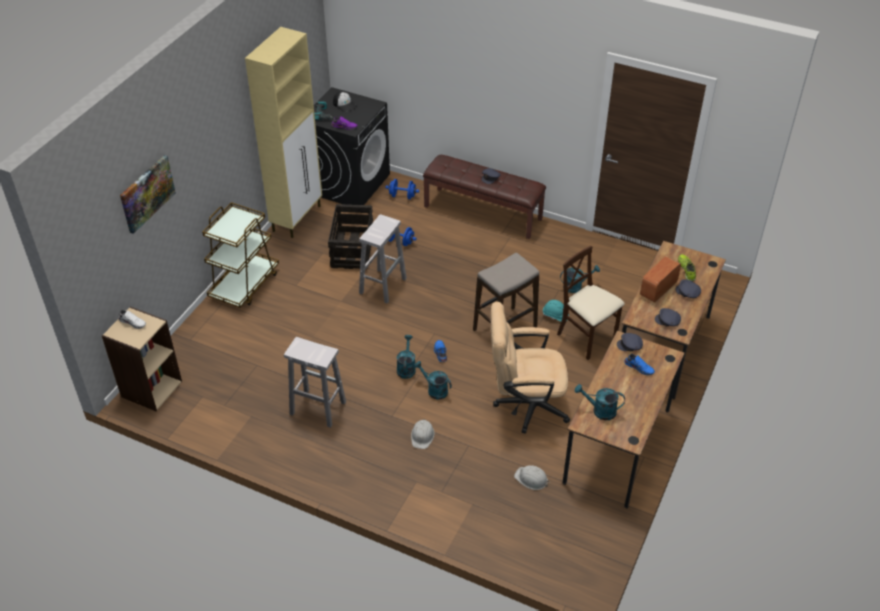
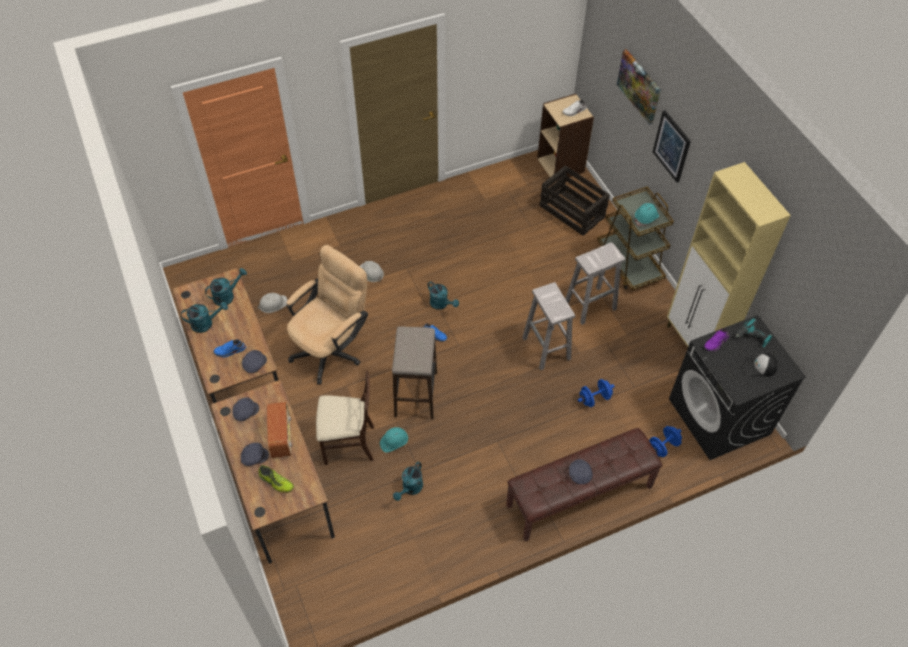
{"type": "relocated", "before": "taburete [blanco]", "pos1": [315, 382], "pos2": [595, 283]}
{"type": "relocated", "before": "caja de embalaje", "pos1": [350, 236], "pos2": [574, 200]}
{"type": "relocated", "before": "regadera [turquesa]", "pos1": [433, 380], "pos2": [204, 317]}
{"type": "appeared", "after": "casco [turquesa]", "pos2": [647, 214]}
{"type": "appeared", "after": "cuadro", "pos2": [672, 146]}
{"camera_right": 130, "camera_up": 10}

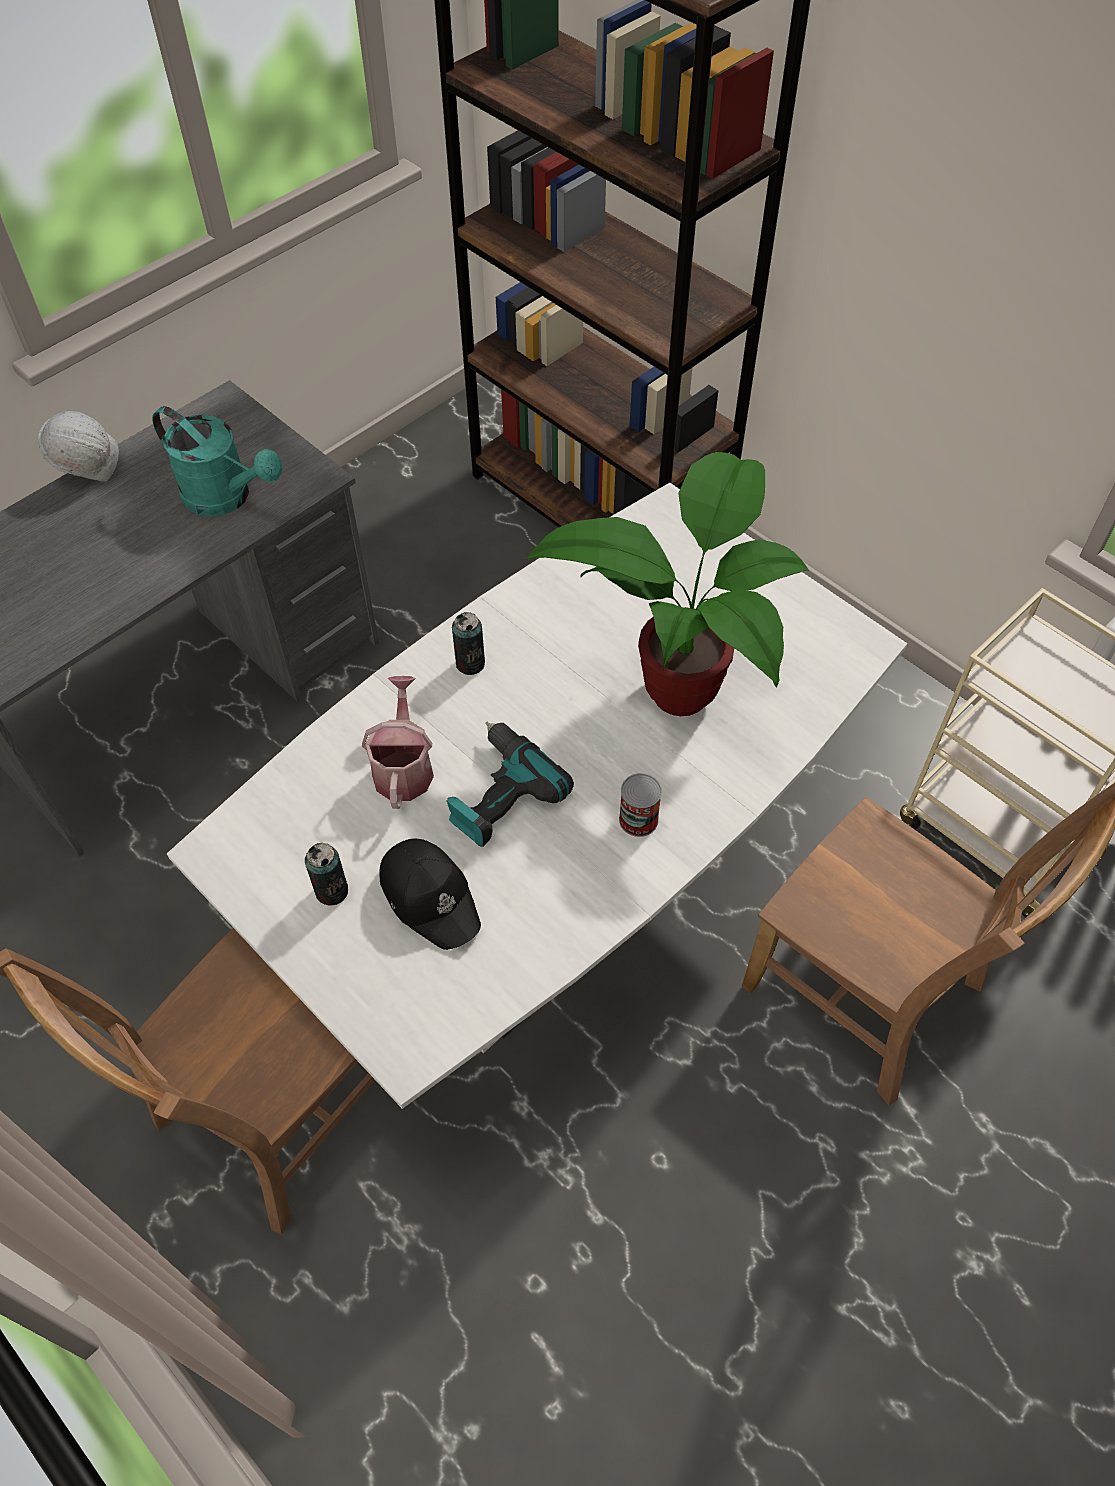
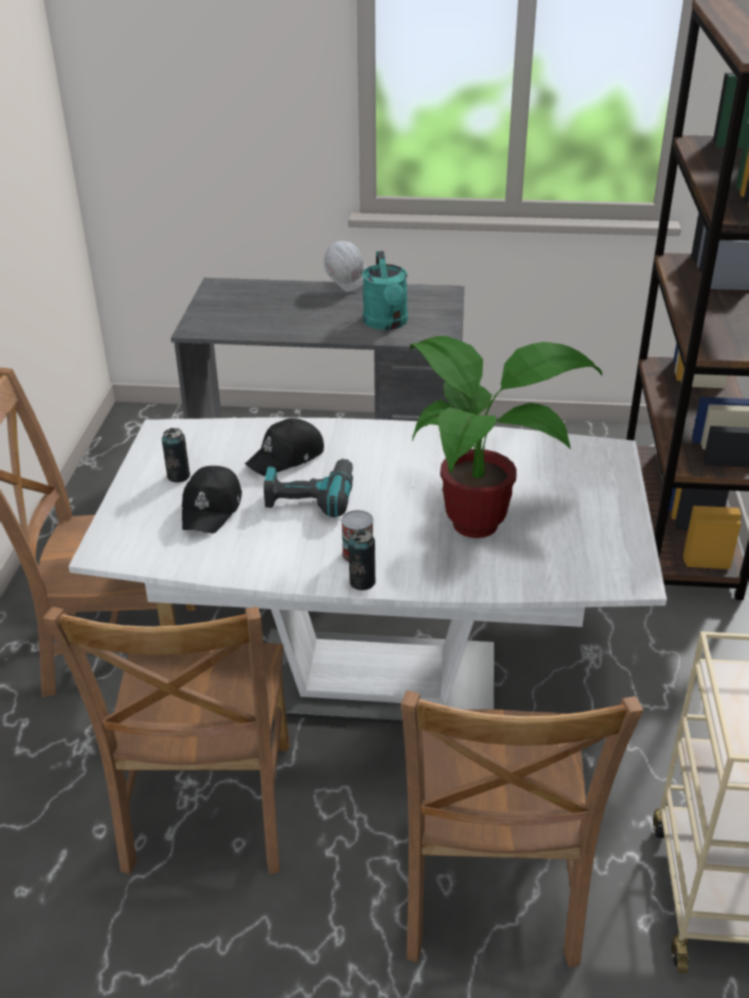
{"type": "exchanged", "before": "regadera", "after": "gorra [negro]", "pos1": [398, 742], "pos2": [284, 447]}
{"type": "relocated", "before": "lata", "pos1": [468, 643], "pos2": [362, 559]}
{"type": "appeared", "after": "silla [marrón]", "pos2": [166, 740]}
{"camera_right": 50, "camera_up": -20}

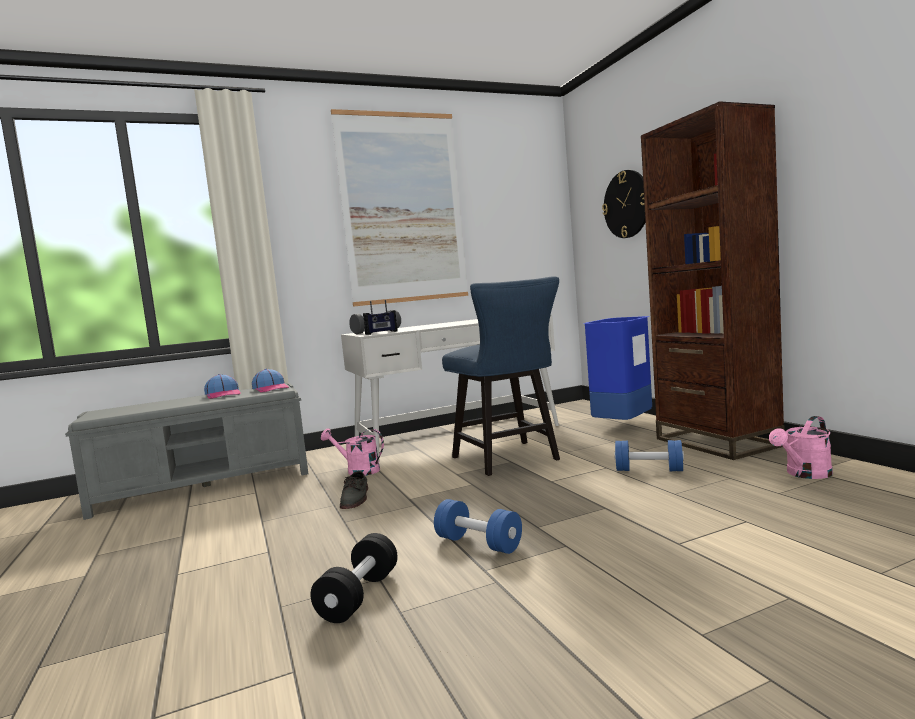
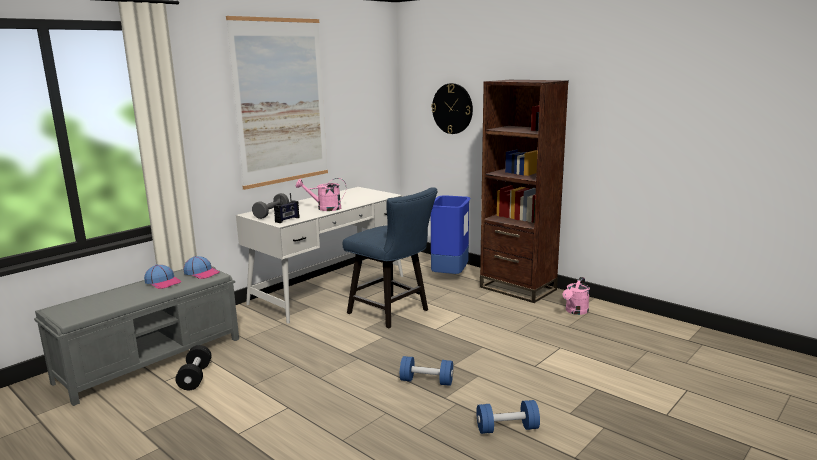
{"type": "relocated", "before": "mancuerna [negro]", "pos1": [354, 578], "pos2": [193, 367]}
{"type": "relocated", "before": "regadera [rosa]", "pos1": [352, 452], "pos2": [321, 194]}
{"type": "missing", "before": "zapato [gris]", "pos1": [354, 490]}
{"type": "relocated", "before": "mancuerna [azul]", "pos1": [649, 455], "pos2": [508, 417]}
{"camera_right": -25, "camera_up": 10}

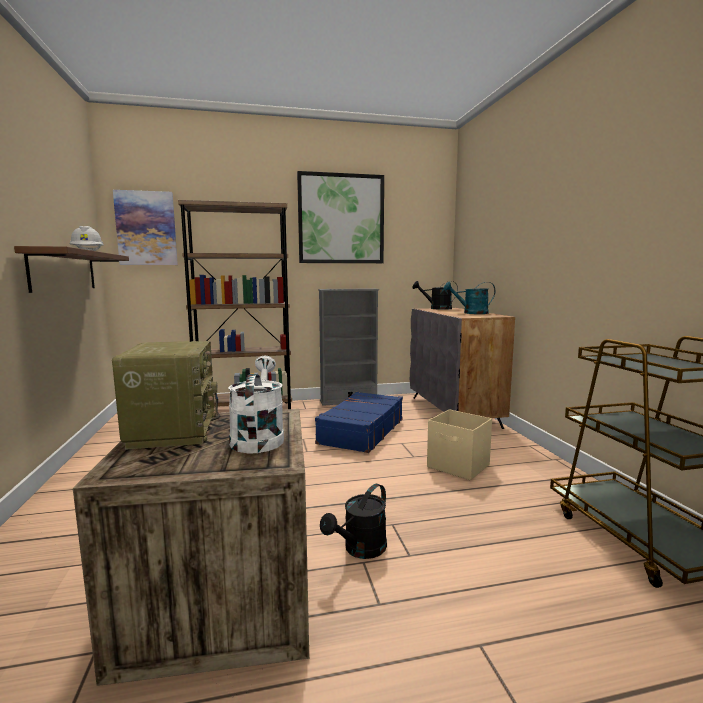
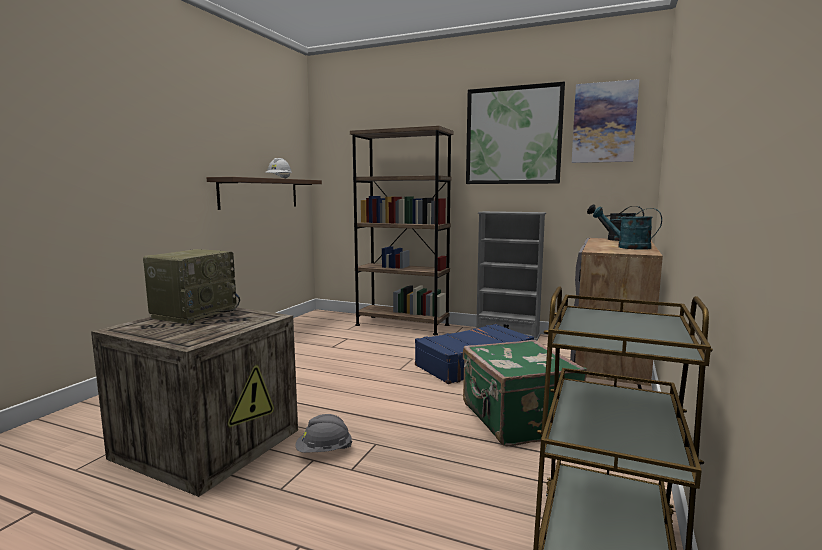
{"type": "relocated", "before": "cuadro", "pos1": [145, 227], "pos2": [605, 121]}
{"type": "missing", "before": "regadera [blanco]", "pos1": [256, 404]}
{"type": "exchanged", "before": "regadera [negro]", "after": "casco [gris]", "pos1": [353, 521], "pos2": [324, 433]}
{"type": "exchanged", "before": "caja de almacenaje [beis]", "after": "maleta [verde]", "pos1": [459, 444], "pos2": [525, 393]}
{"camera_right": 35, "camera_up": 0}

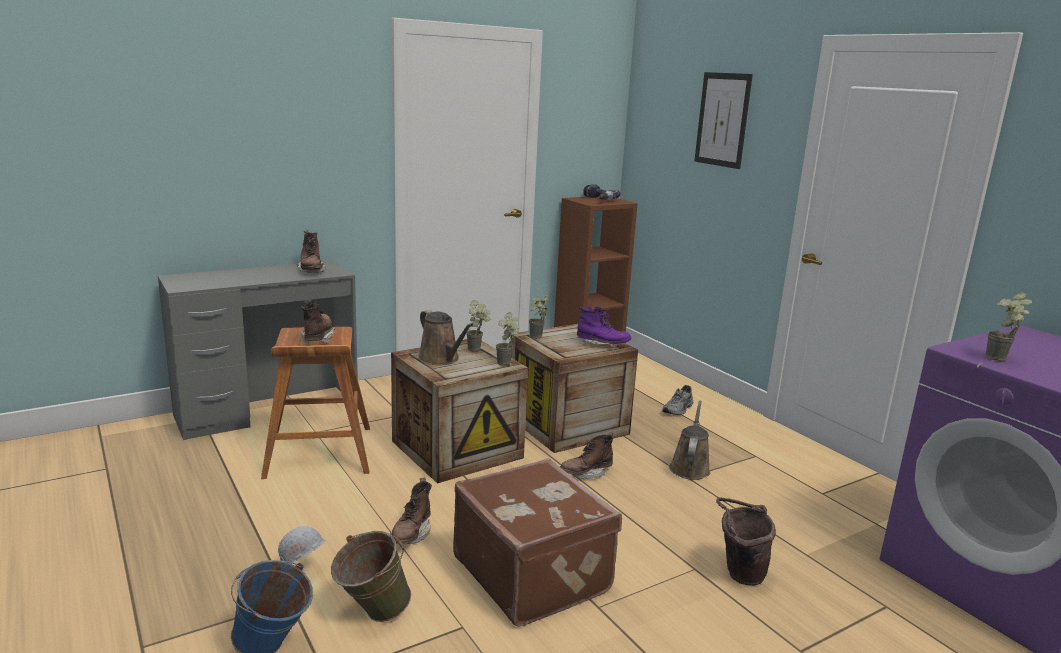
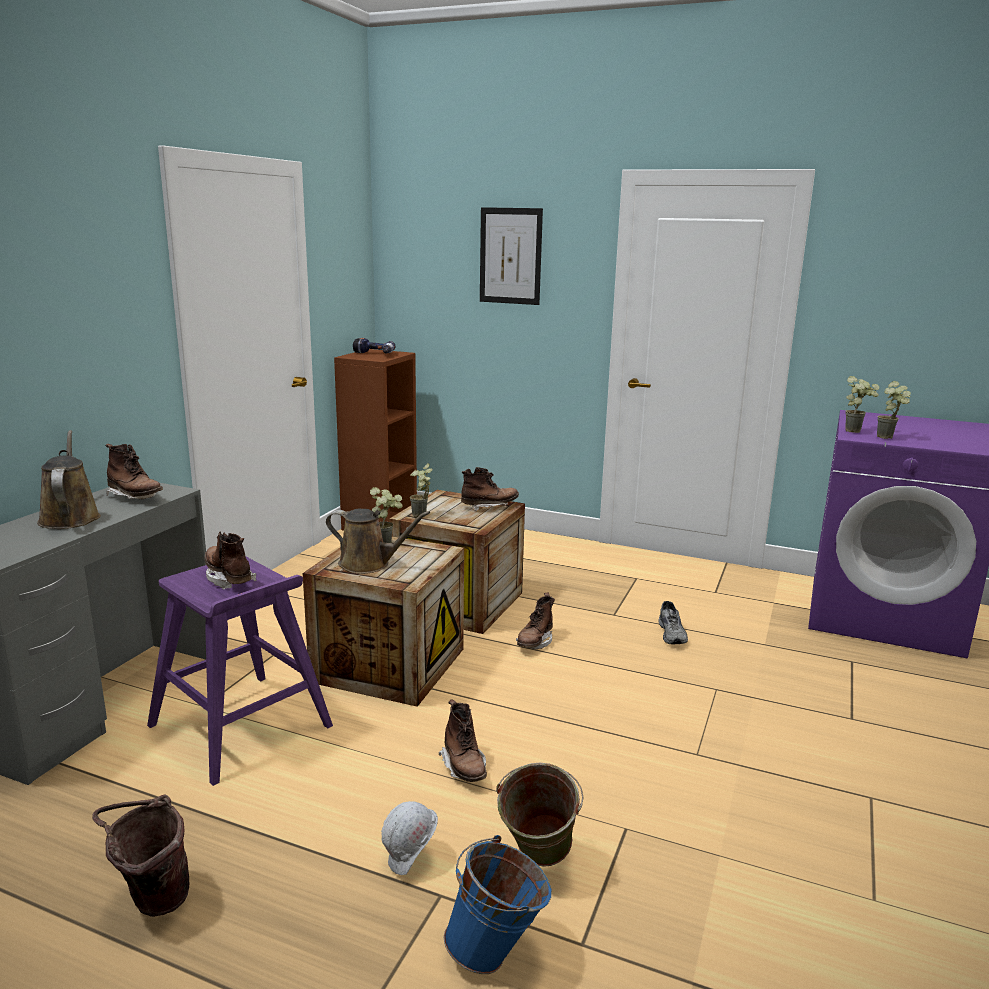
{"type": "colour", "before": "taburete [marrón]", "after": "taburete [morado]", "pos1": [315, 403], "pos2": [240, 671]}
{"type": "missing", "before": "maleta [marrón]", "pos1": [537, 542]}
{"type": "relocated", "before": "planta en maceta", "pos1": [508, 338], "pos2": [862, 404]}
{"type": "colour", "before": "bota [morado]", "after": "bota [marrón]", "pos1": [604, 326], "pos2": [490, 489]}
{"type": "relocated", "before": "zapato [gris]", "pos1": [677, 400], "pos2": [673, 623]}
{"type": "relocated", "before": "regadera [marrón]", "pos1": [689, 440], "pos2": [69, 479]}
{"type": "relocated", "before": "cubo [marrón]", "pos1": [746, 541], "pos2": [140, 855]}
{"camera_right": -35, "camera_up": 0}

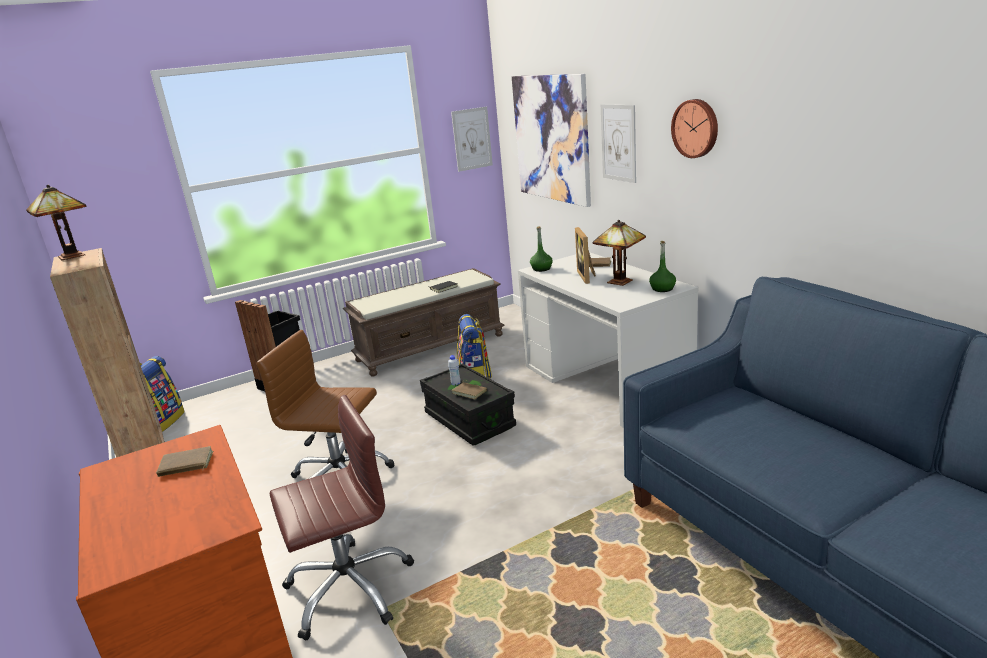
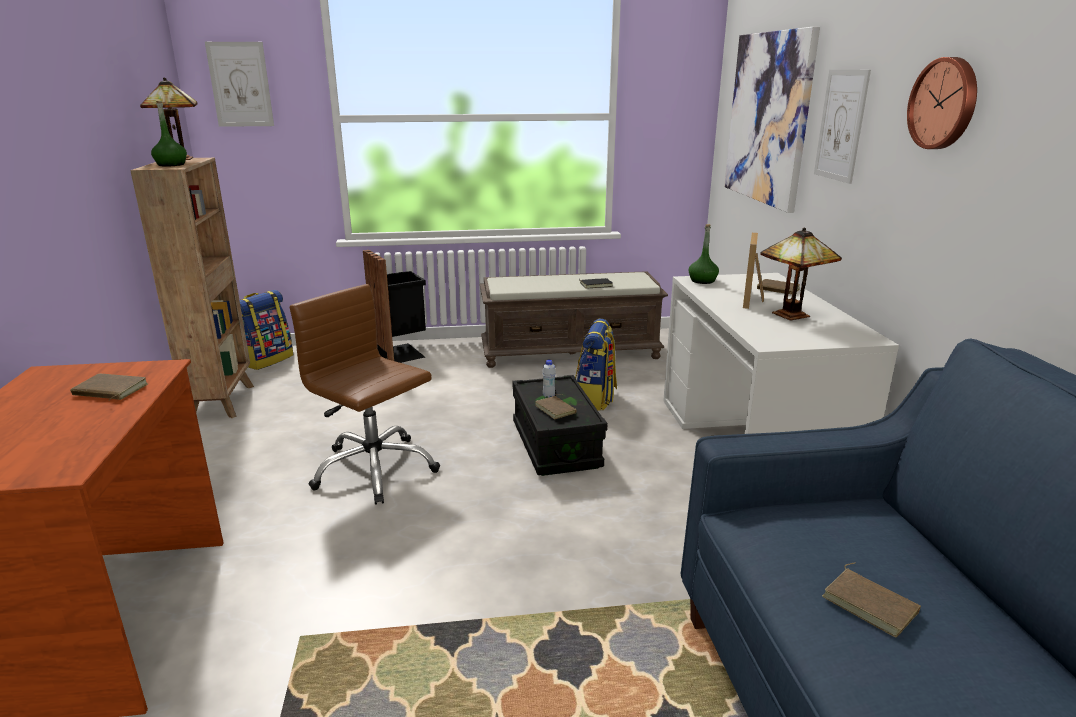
{"type": "missing", "before": "silla de oficina [marrón]", "pos1": [342, 517]}
{"type": "relocated", "before": "cuadro", "pos1": [472, 139], "pos2": [239, 84]}
{"type": "relocated", "before": "botella [verde]", "pos1": [662, 266], "pos2": [169, 133]}
{"type": "appeared", "after": "libro [marrón]", "pos2": [871, 600]}
{"camera_right": 20, "camera_up": 0}

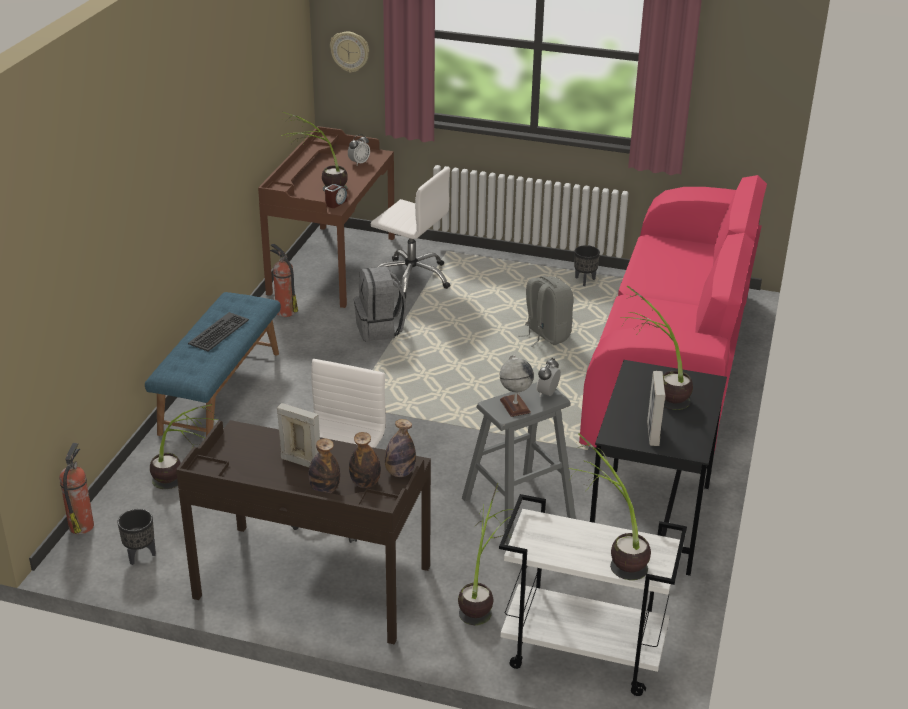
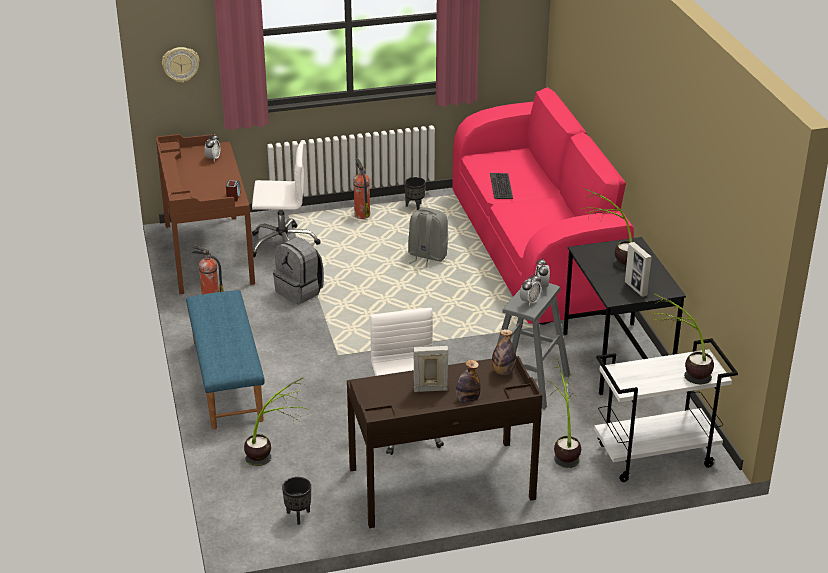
{"type": "relocated", "before": "extintor", "pos1": [76, 488], "pos2": [361, 189]}
{"type": "relocated", "before": "teclado", "pos1": [218, 331], "pos2": [501, 186]}
{"type": "missing", "before": "planta en maceta", "pos1": [314, 152]}
{"type": "missing", "before": "botella", "pos1": [365, 460]}
{"type": "exchanged", "before": "globo terráqueo", "after": "despertador", "pos1": [517, 386], "pos2": [530, 290]}
{"camera_right": -30, "camera_up": 0}

